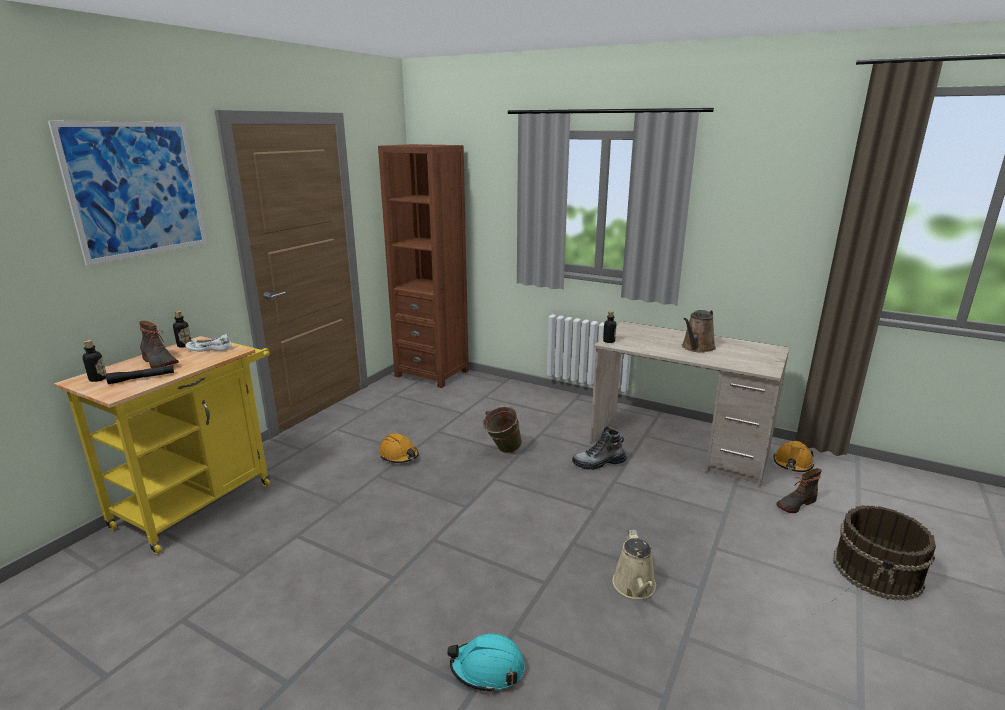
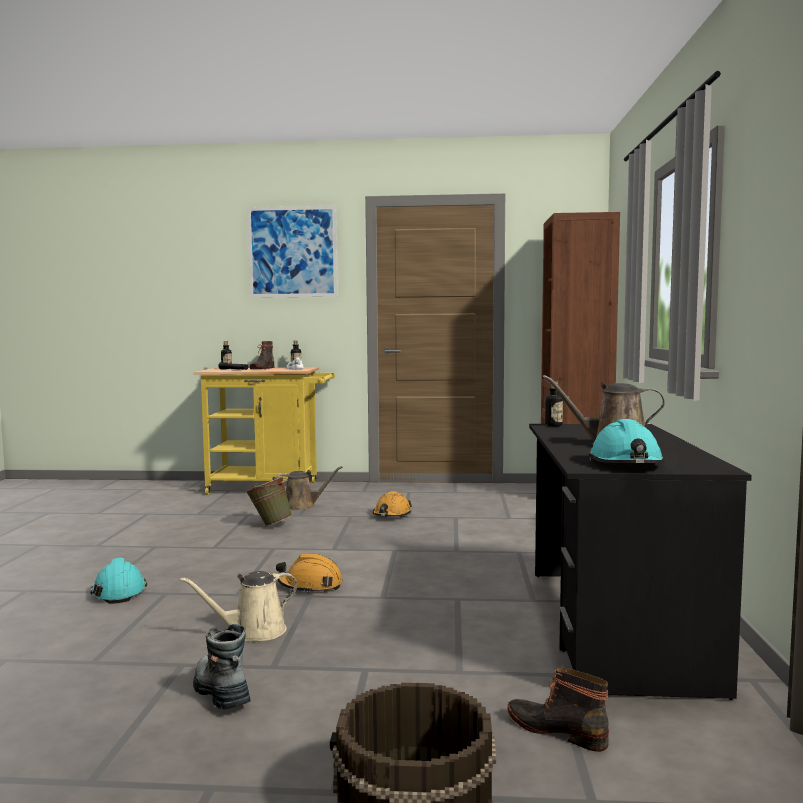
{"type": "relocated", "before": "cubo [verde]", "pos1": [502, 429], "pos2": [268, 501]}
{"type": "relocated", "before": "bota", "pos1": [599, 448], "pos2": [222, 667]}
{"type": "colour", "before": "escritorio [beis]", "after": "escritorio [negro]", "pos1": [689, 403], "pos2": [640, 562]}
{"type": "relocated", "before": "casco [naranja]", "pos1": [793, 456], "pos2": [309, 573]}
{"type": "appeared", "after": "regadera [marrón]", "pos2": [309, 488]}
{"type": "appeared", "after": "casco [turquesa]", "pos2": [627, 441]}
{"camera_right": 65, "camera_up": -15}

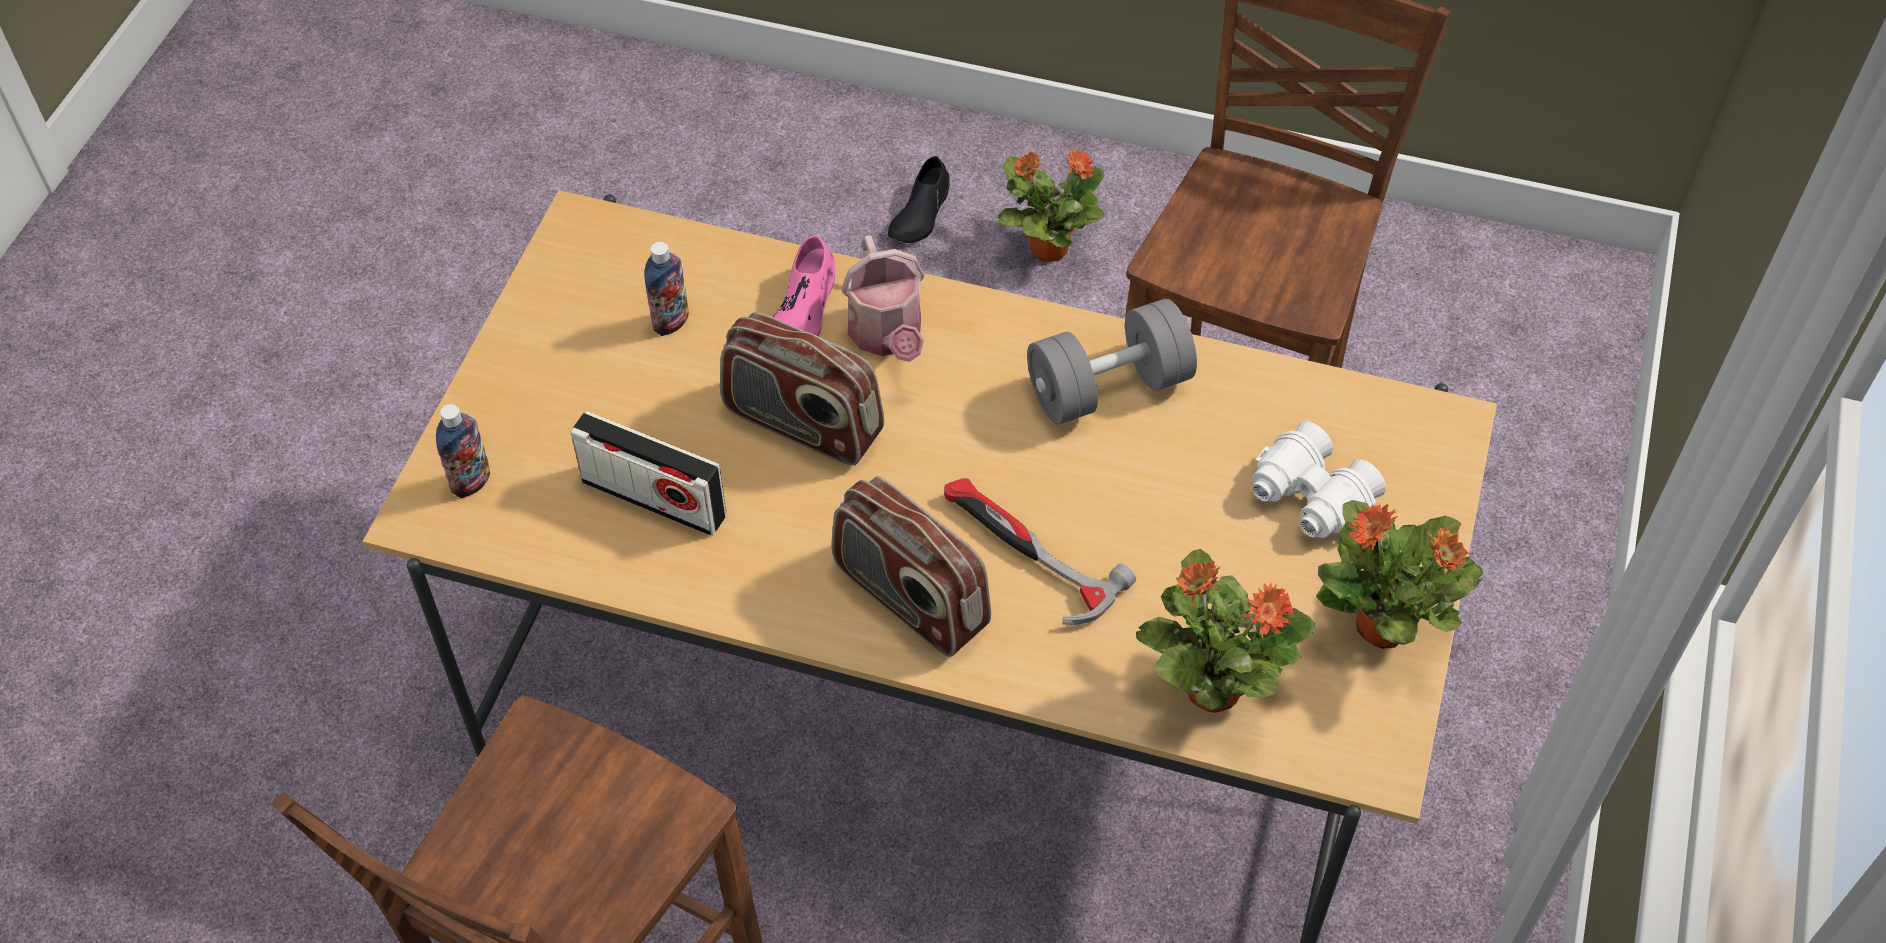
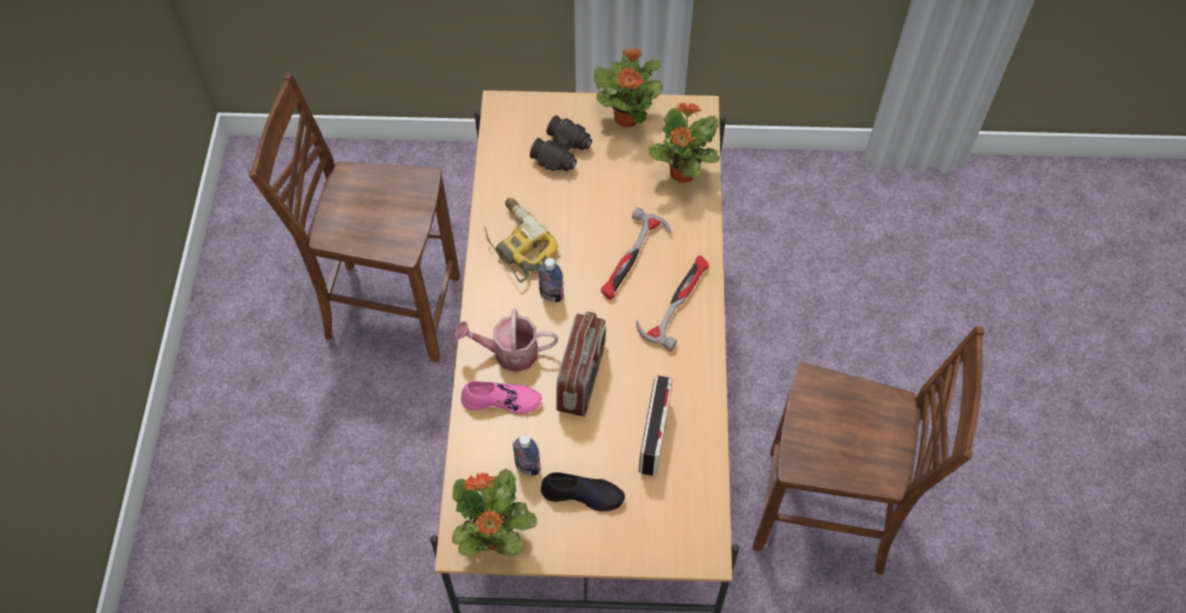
{"type": "relocated", "before": "botella", "pos1": [463, 451], "pos2": [551, 280]}
{"type": "exchanged", "before": "radio", "after": "martillo", "pos1": [911, 566], "pos2": [672, 303]}
{"type": "spun", "before": "regadera", "pos1": [883, 298], "pos2": [506, 340], "turn": -150}
{"type": "relocated", "before": "zapato [negro]", "pos1": [918, 199], "pos2": [583, 491]}
{"type": "relocated", "before": "planta en maceta", "pos1": [1051, 205], "pos2": [494, 513]}
{"type": "exchanged", "before": "mancuerna [gris]", "after": "taladro", "pos1": [1112, 362], "pos2": [521, 240]}
{"type": "colour", "before": "prismáticos [blanco]", "after": "prismáticos [negro]", "pos1": [1319, 479], "pos2": [561, 143]}
{"camera_right": -105, "camera_up": 5}

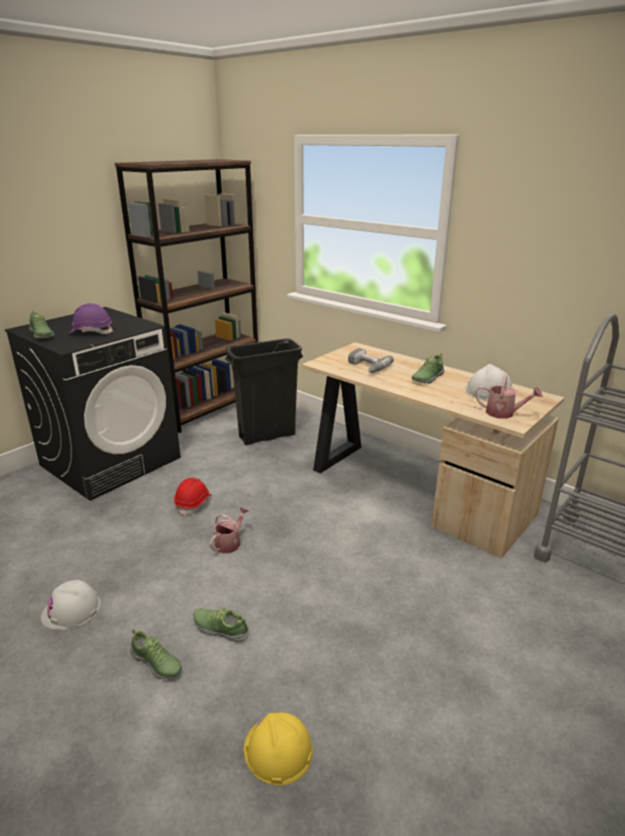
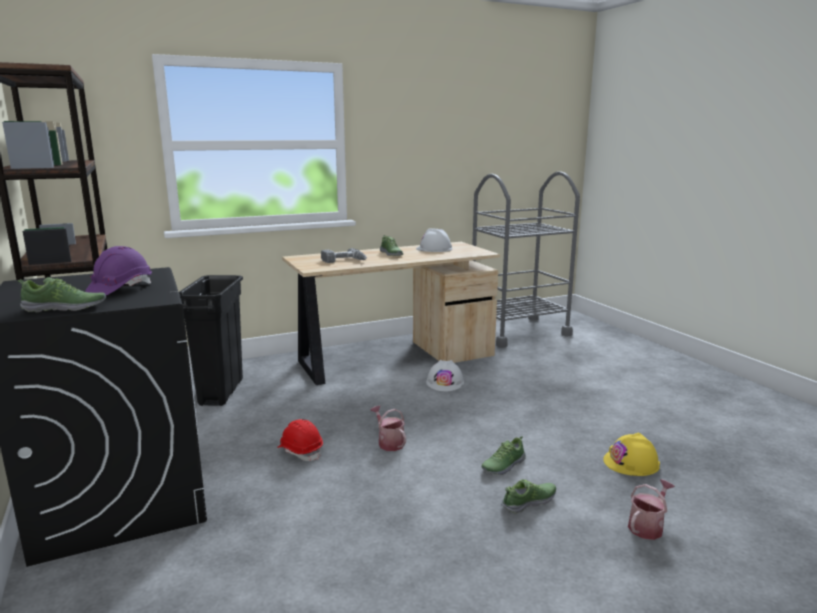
{"type": "relocated", "before": "casco [blanco]", "pos1": [71, 605], "pos2": [445, 375]}
{"type": "relocated", "before": "regadera", "pos1": [509, 396], "pos2": [651, 509]}
{"camera_right": -65, "camera_up": -10}

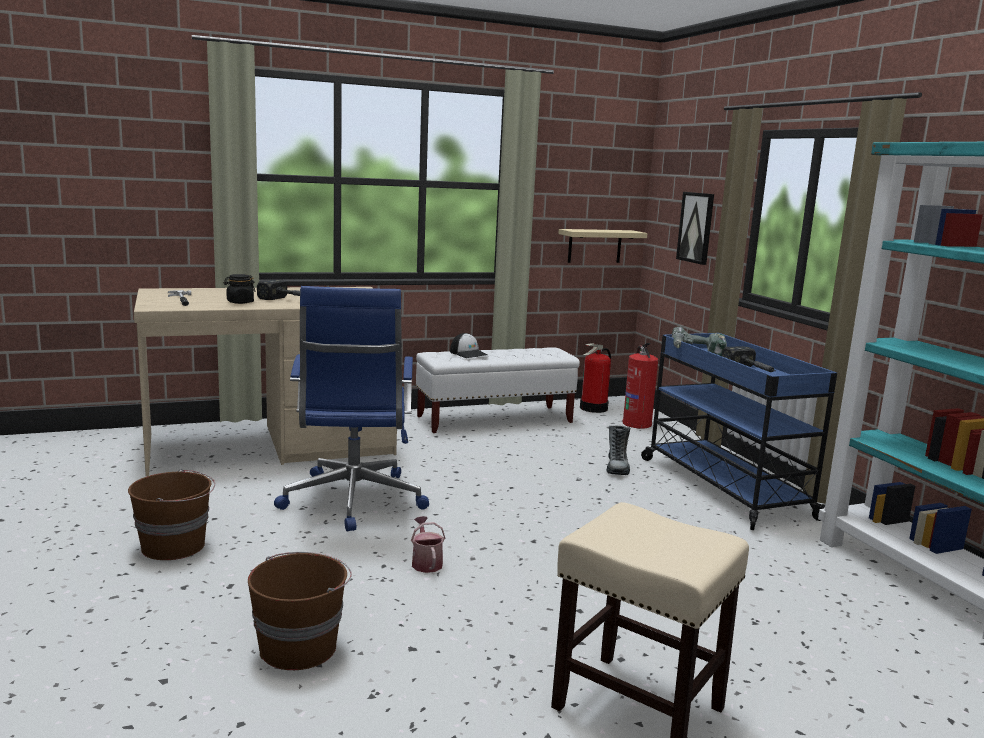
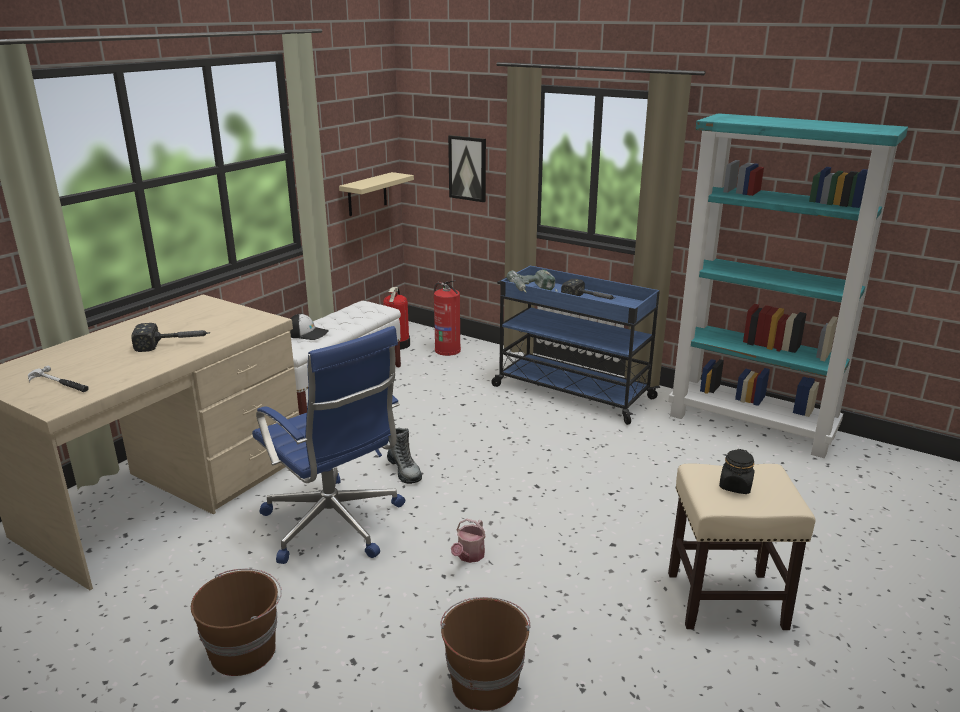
{"type": "relocated", "before": "tarro [negro]", "pos1": [240, 289], "pos2": [737, 471]}
{"type": "spun", "before": "regadera", "pos1": [428, 544], "pos2": [468, 541], "turn": -105}
{"type": "relocated", "before": "bota", "pos1": [618, 450], "pos2": [404, 456]}
{"camera_right": -35, "camera_up": 10}

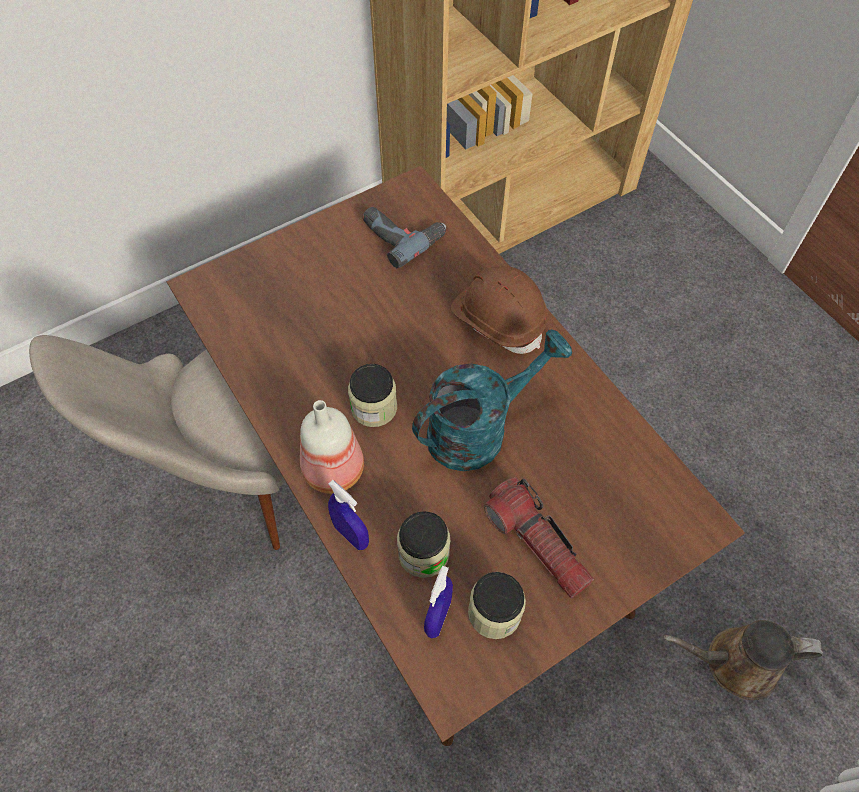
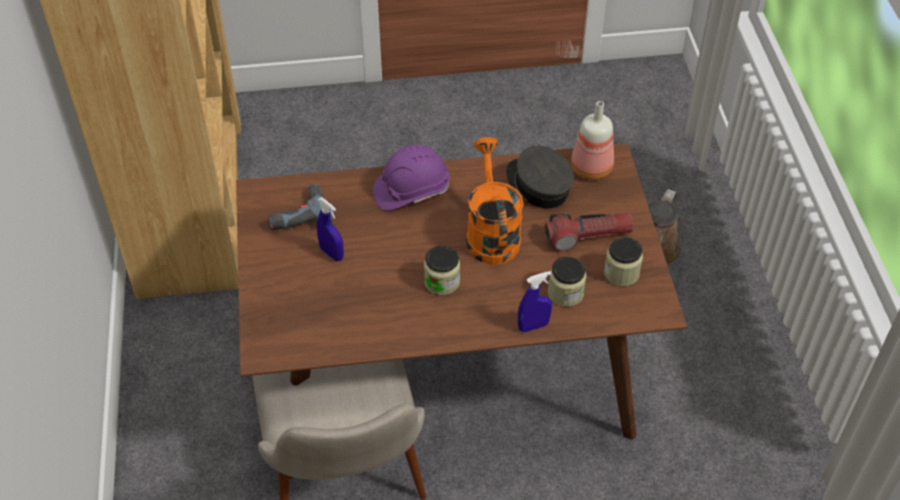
{"type": "relocated", "before": "botella", "pos1": [332, 447], "pos2": [592, 140]}
{"type": "colour", "before": "regadera [turquesa]", "after": "regadera [naranja]", "pos1": [492, 400], "pos2": [495, 201]}
{"type": "relocated", "before": "pulverizador [azul]", "pos1": [438, 602], "pos2": [330, 229]}
{"type": "colour", "before": "casco [marrón]", "after": "casco [morado]", "pos1": [499, 310], "pos2": [411, 177]}
{"type": "appeared", "after": "gorra [gris]", "pos2": [540, 177]}
{"camera_right": -65, "camera_up": -10}

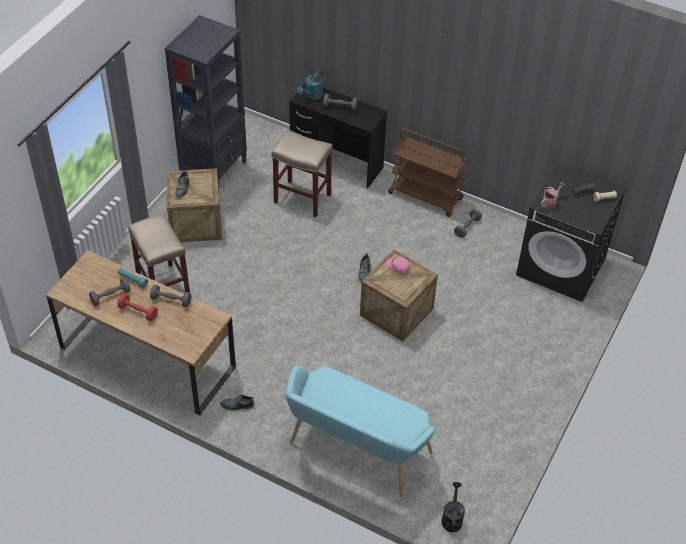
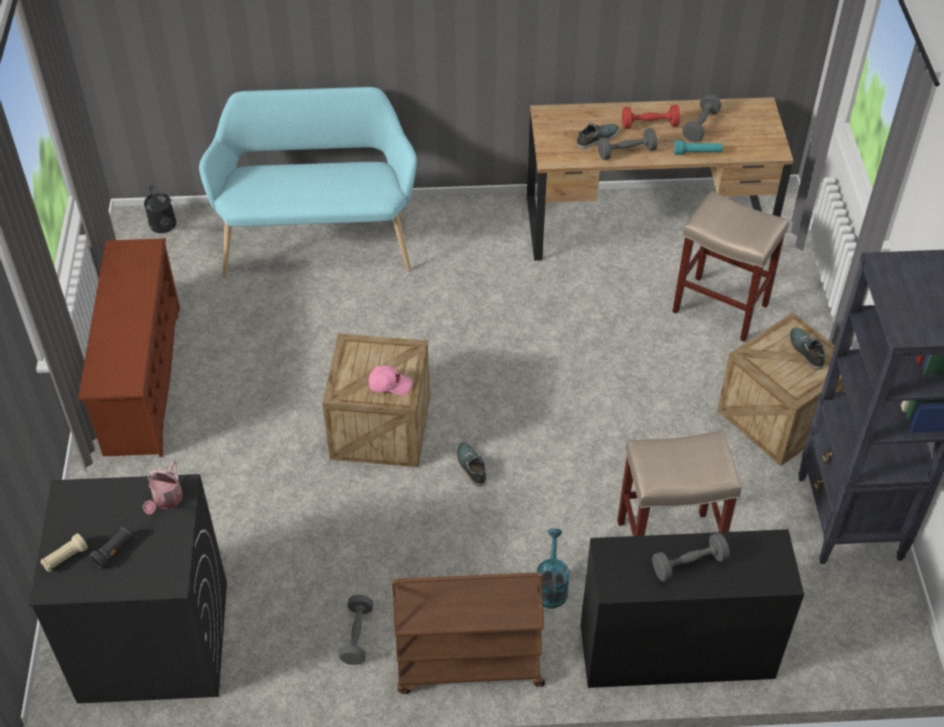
{"type": "relocated", "before": "zapato", "pos1": [237, 402], "pos2": [598, 136]}
{"type": "relocated", "before": "regadera [turquesa]", "pos1": [310, 85], "pos2": [553, 569]}
{"type": "appeared", "after": "zapatero [marrón]", "pos2": [129, 347]}
{"camera_right": 150, "camera_up": 0}

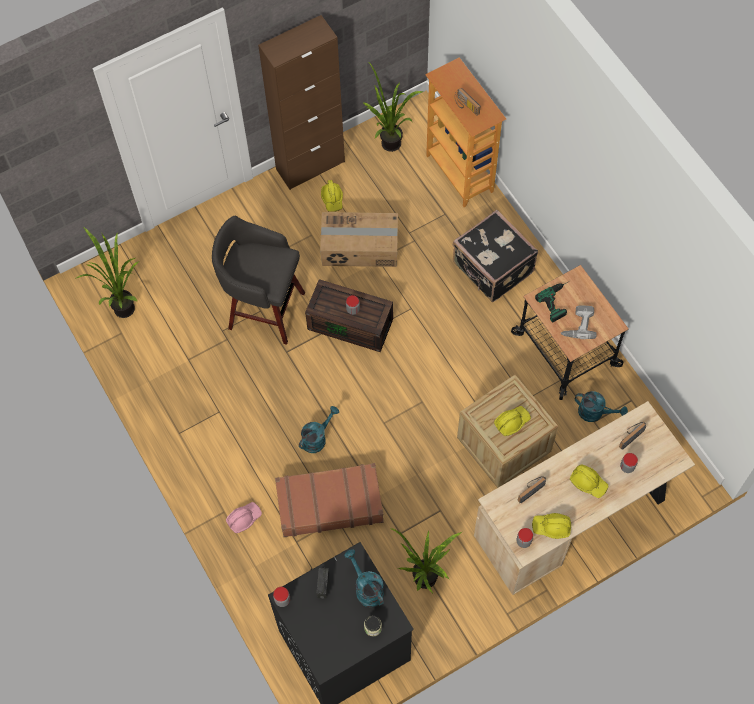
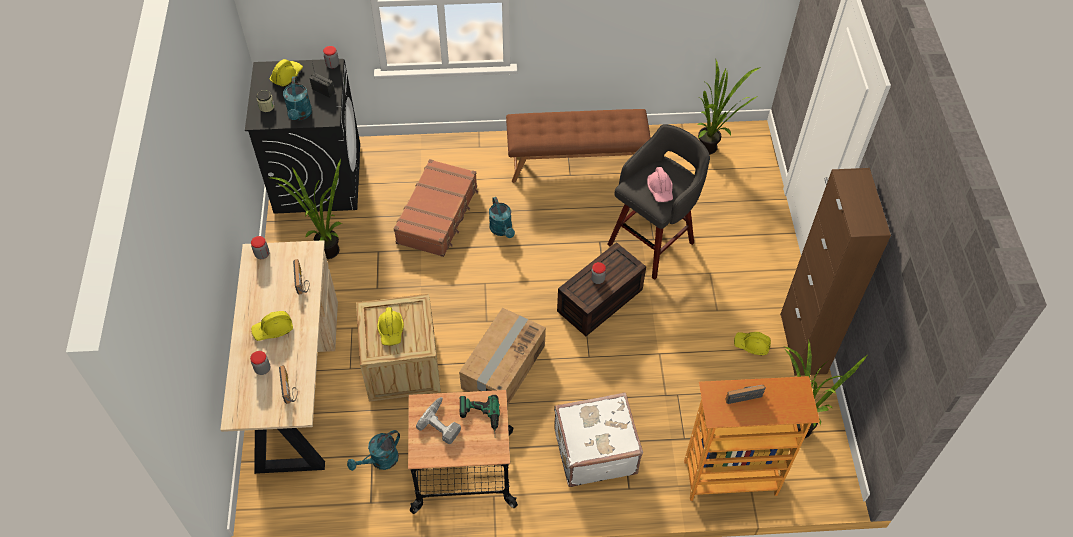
{"type": "relocated", "before": "casco [rosa]", "pos1": [244, 517], "pos2": [660, 184]}
{"type": "relocated", "before": "caja de cartón", "pos1": [359, 239], "pos2": [502, 357]}
{"type": "spun", "before": "regadera [turquesa]", "pos1": [364, 578], "pos2": [297, 98], "turn": 90}
{"type": "colour", "before": "maleta [negro]", "after": "maleta [blanco]", "pos1": [495, 256], "pos2": [598, 439]}
{"type": "relocated", "before": "casco [amarillo]", "pos1": [551, 526], "pos2": [286, 73]}
{"type": "appeared", "after": "banco [marrón]", "pos2": [578, 146]}
{"camera_right": 115, "camera_up": -10}

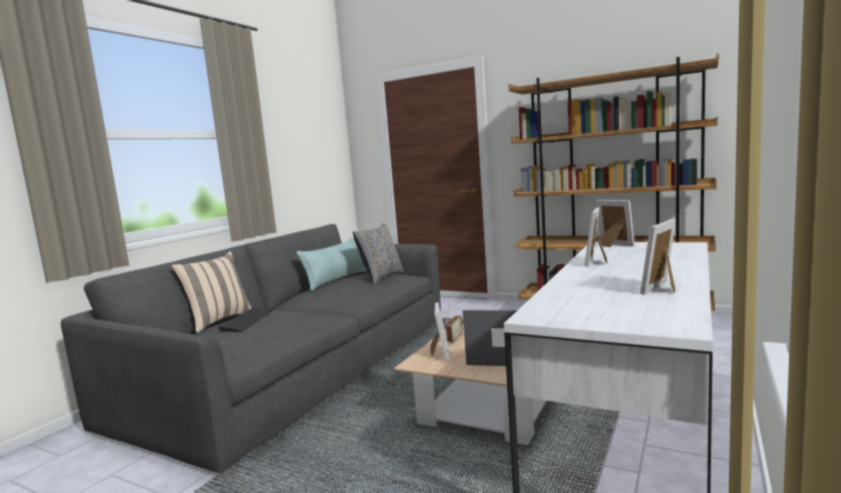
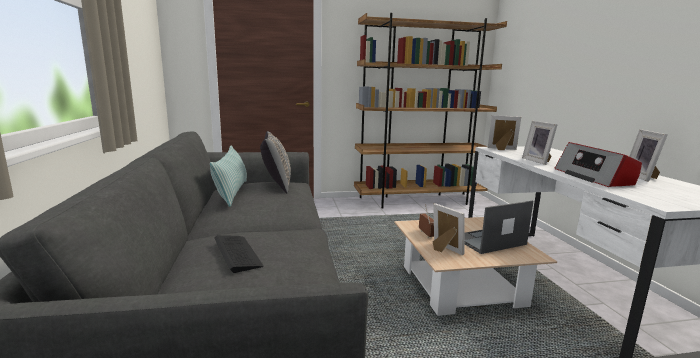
{"type": "missing", "before": "cojín [beis]", "pos1": [211, 292]}
{"type": "appeared", "after": "radio", "pos2": [598, 164]}
{"camera_right": -40, "camera_up": 5}

